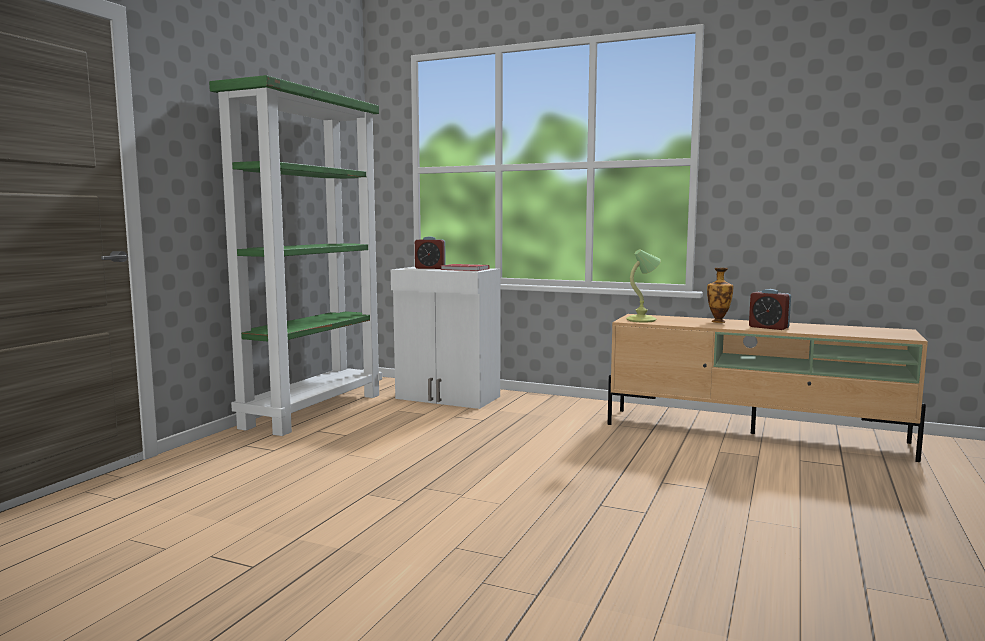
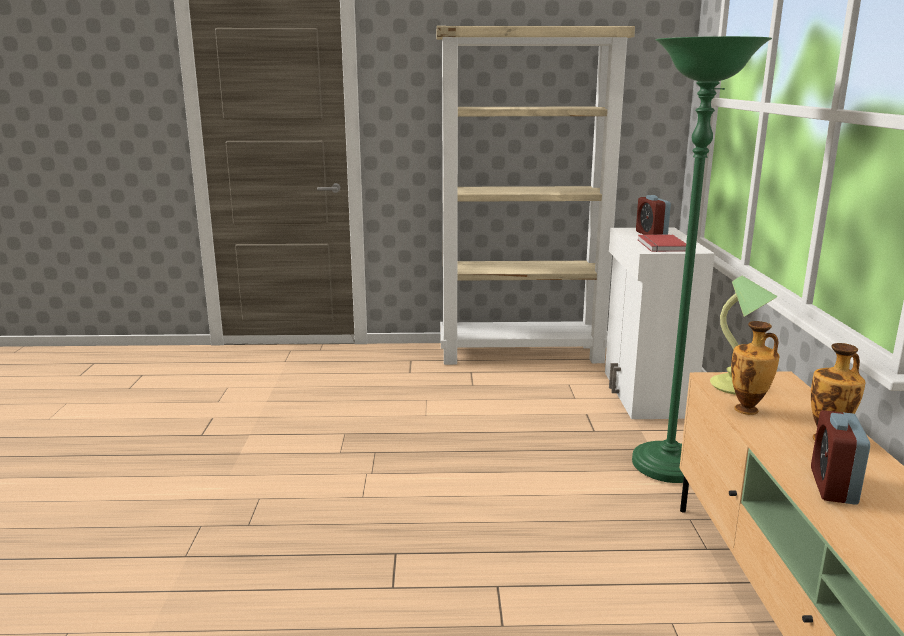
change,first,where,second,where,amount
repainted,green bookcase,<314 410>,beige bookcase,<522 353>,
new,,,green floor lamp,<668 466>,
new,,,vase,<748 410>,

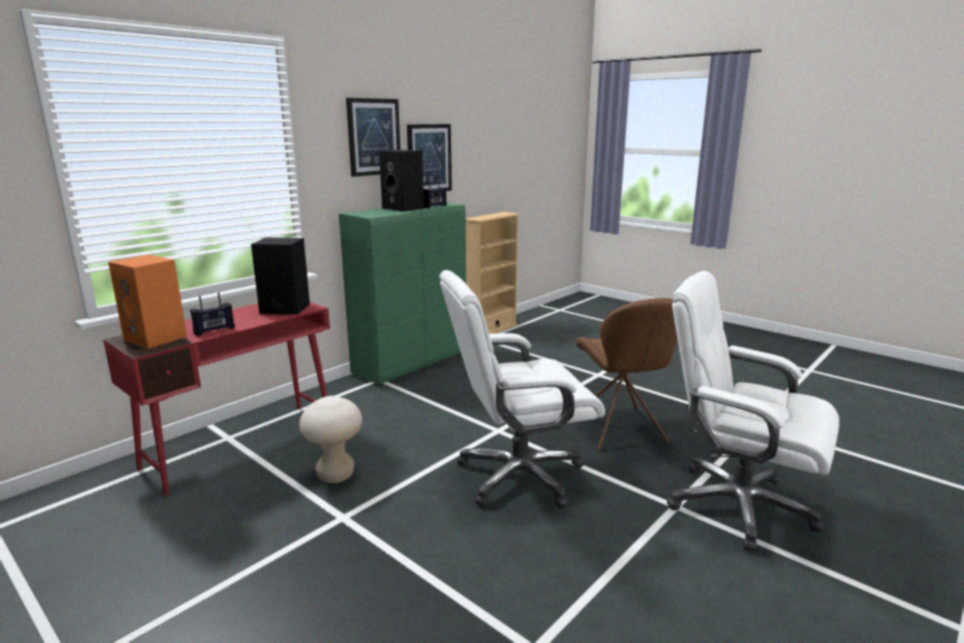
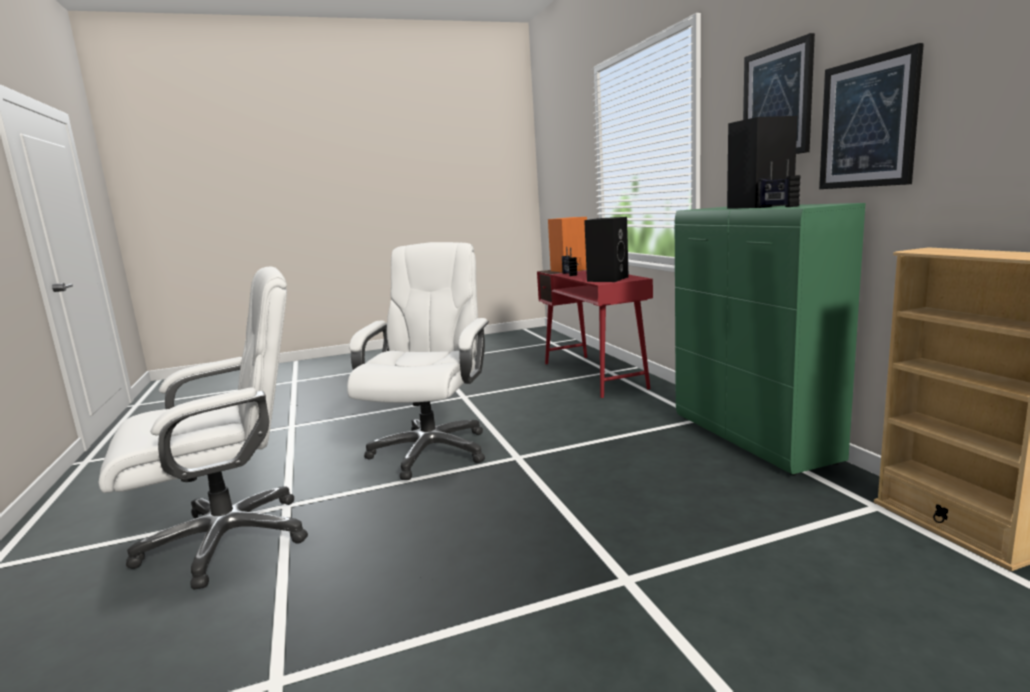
change,first,where,second,where,amount
gone,beige stool,<335 475>,,,
gone,brown chair,<620 431>,,,

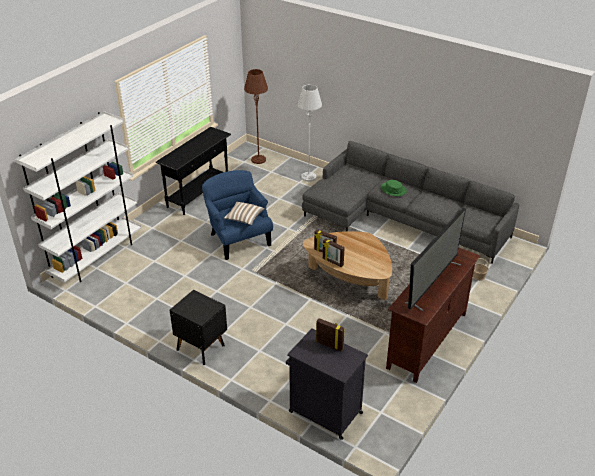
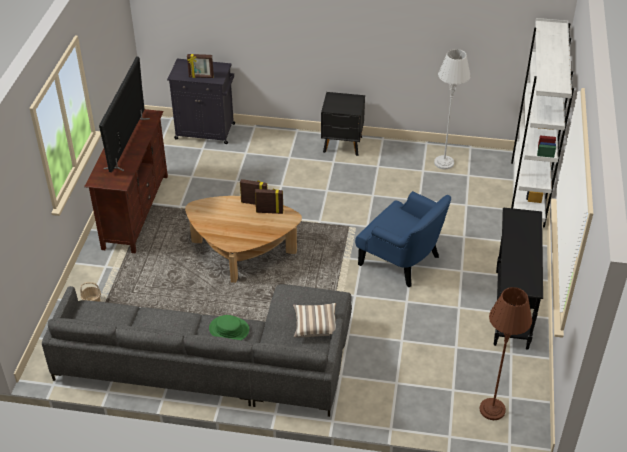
change,first,where,second,where,amount
shifted,pillow,<244 218>,,<315 326>,
shifted,grey floor lamp,<308 177>,,<444 163>,

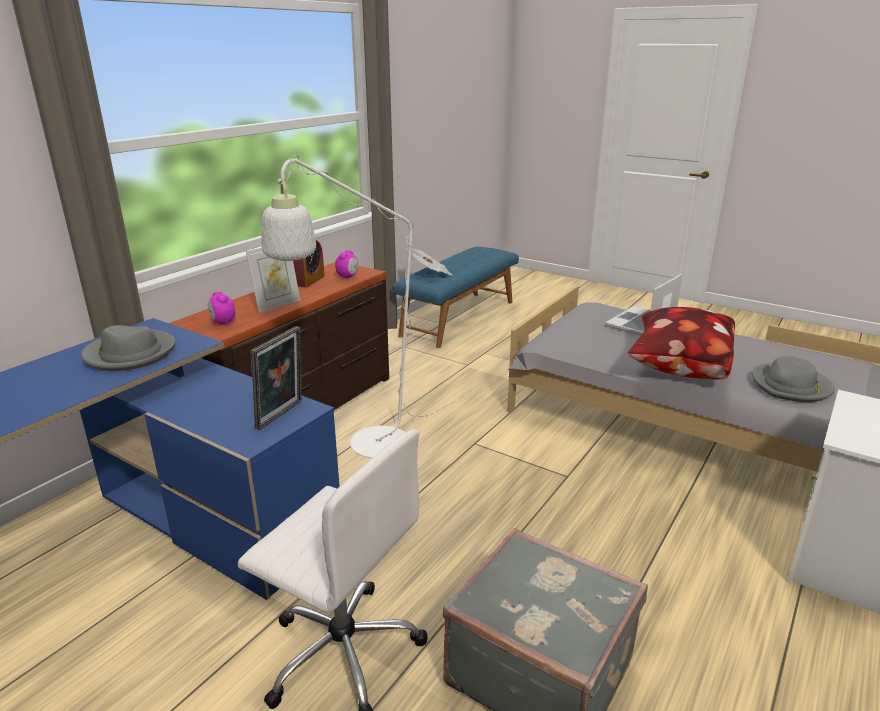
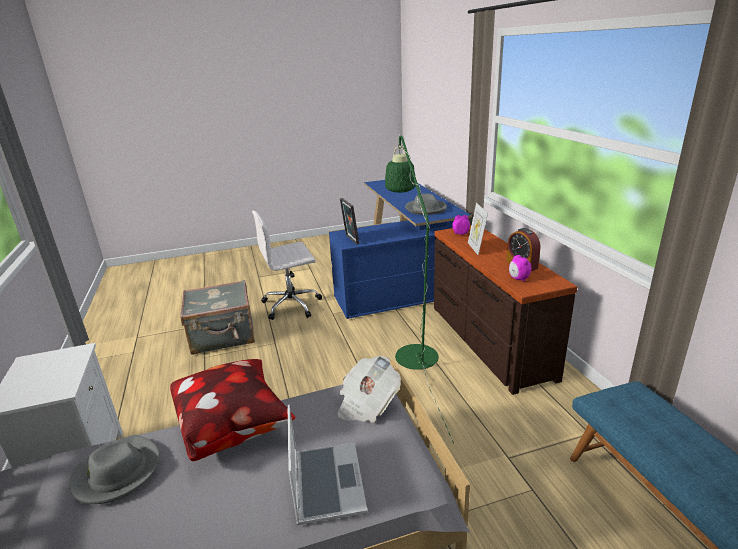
change,first,where,second,where,amount
repainted,white floor lamp,<368 448>,green floor lamp,<413 350>,
shifted,newspaper,<430 273>,,<367 403>,

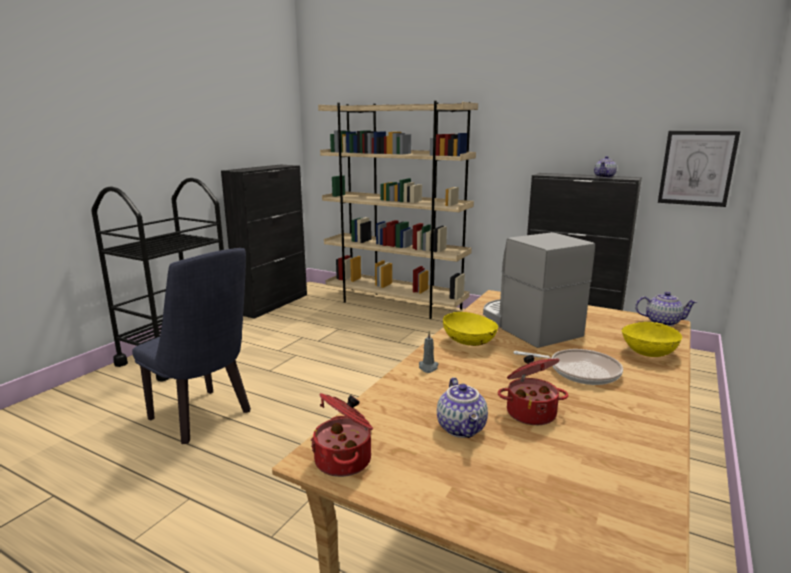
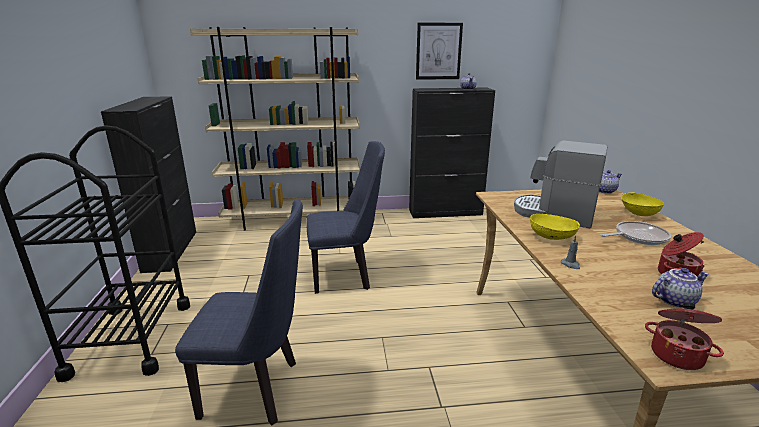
change,first,where,second,where,amount
rotated,teapot,<462 428>,,<674 300>,60 degrees counterclockwise
shifted,picture,<697 168>,,<438 51>,
new,,,blue chair,<346 276>,

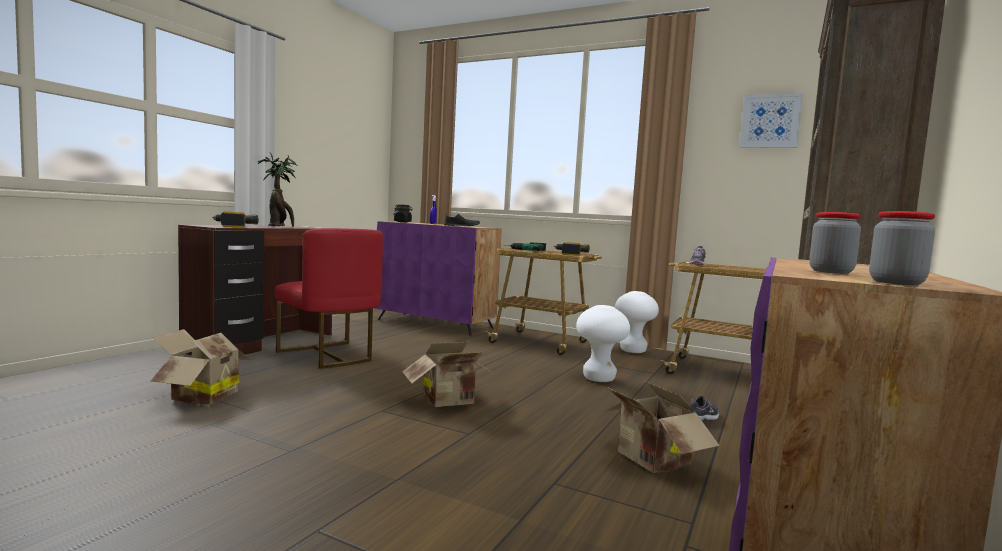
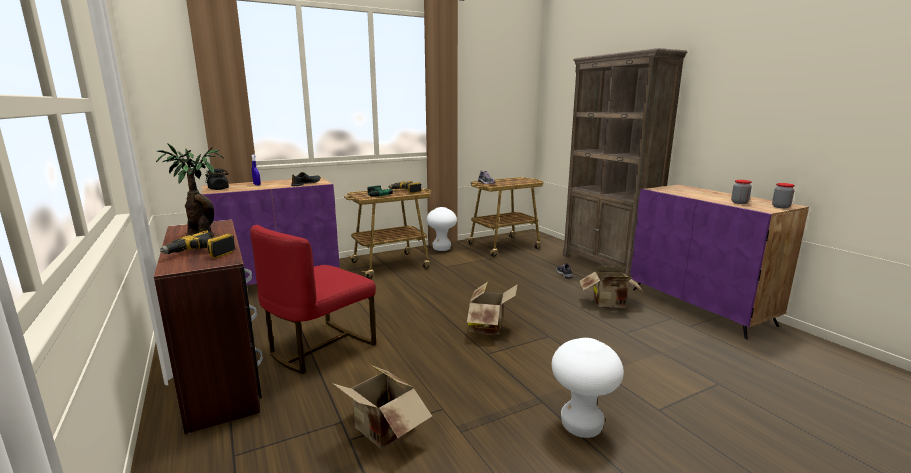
change,first,where,second,where,amount
rotated,red chair,<328 355>,,<319 347>,135 degrees clockwise
shifted,white stool,<599 379>,,<581 426>,
gone,picture,<770 121>,,,

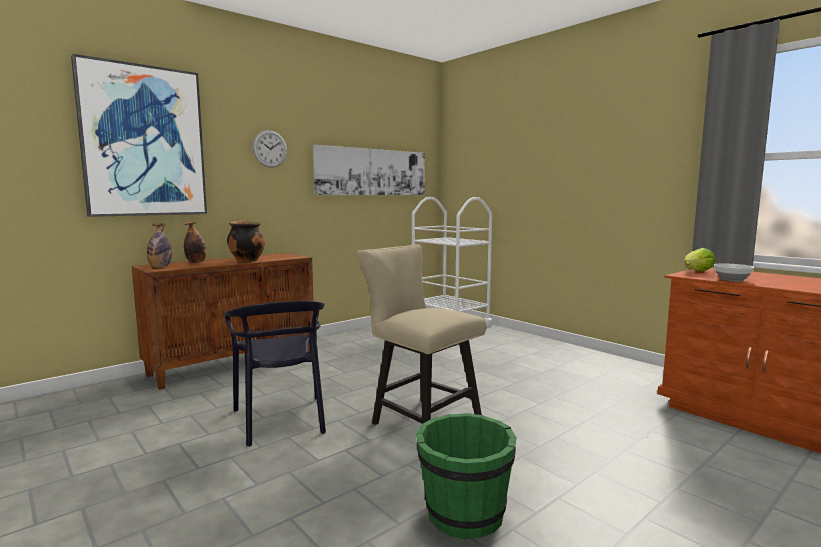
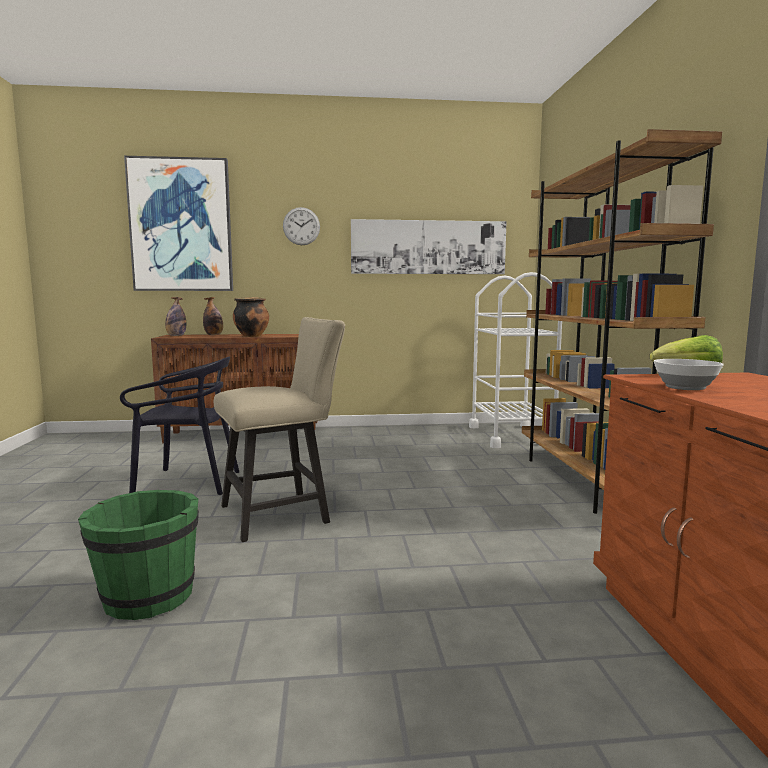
change,first,where,second,where,amount
rotated,black chair,<281 420>,,<187 483>,105 degrees counterclockwise
rotated,beige chair,<420 420>,,<283 513>,75 degrees clockwise
new,,,brown bookcase,<588 482>,

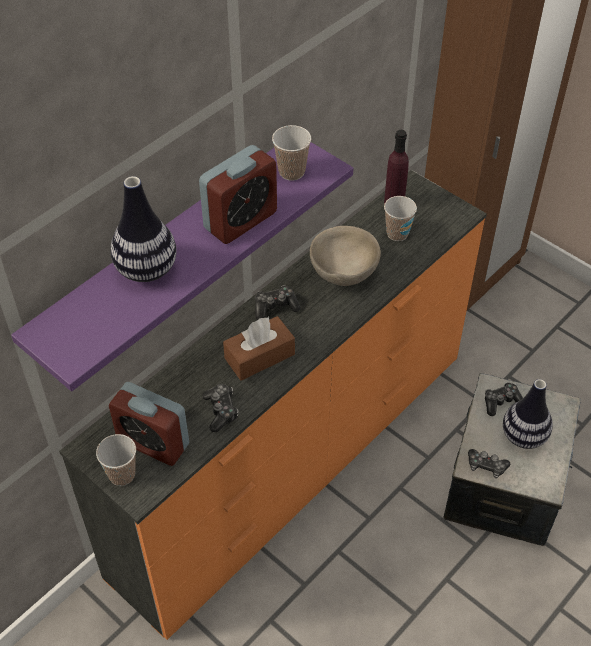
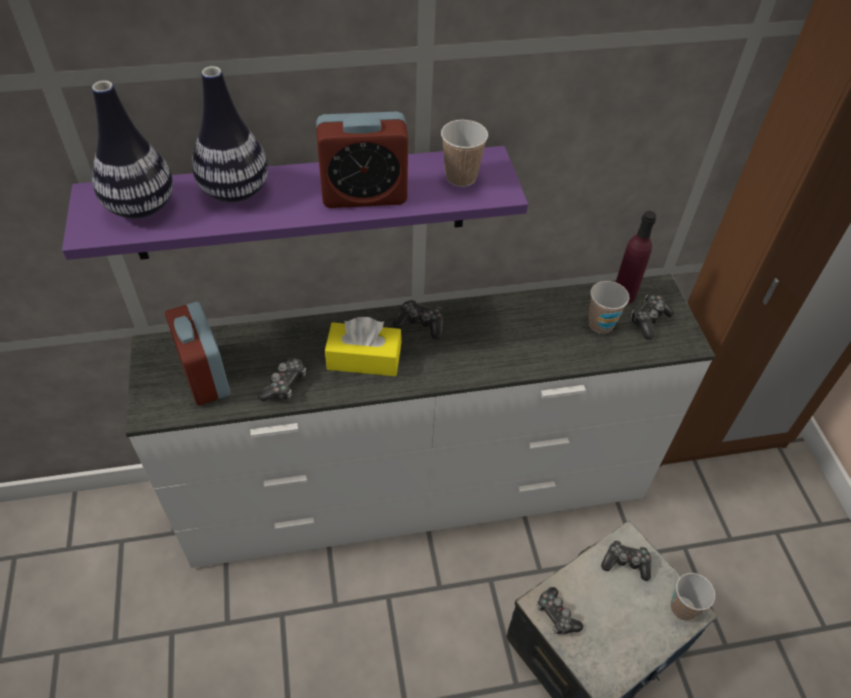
change,first,where,second,where,amount
repainted,orange dresser,<295 461>,white dresser,<419 493>,
shifted,cup,<122 475>,,<683 608>,
repainted,brown tissue box,<259 356>,yellow tissue box,<364 359>,
gone,beige bowl,<343 271>,,,
shifted,vase,<523 436>,,<141 207>,
new,,,game controller,<649 320>,

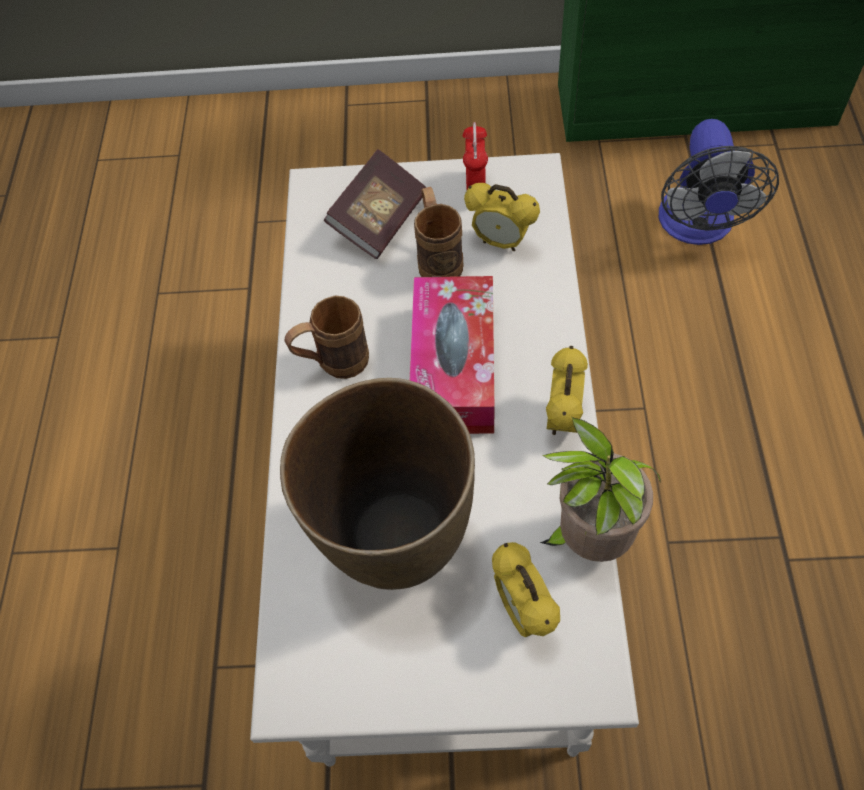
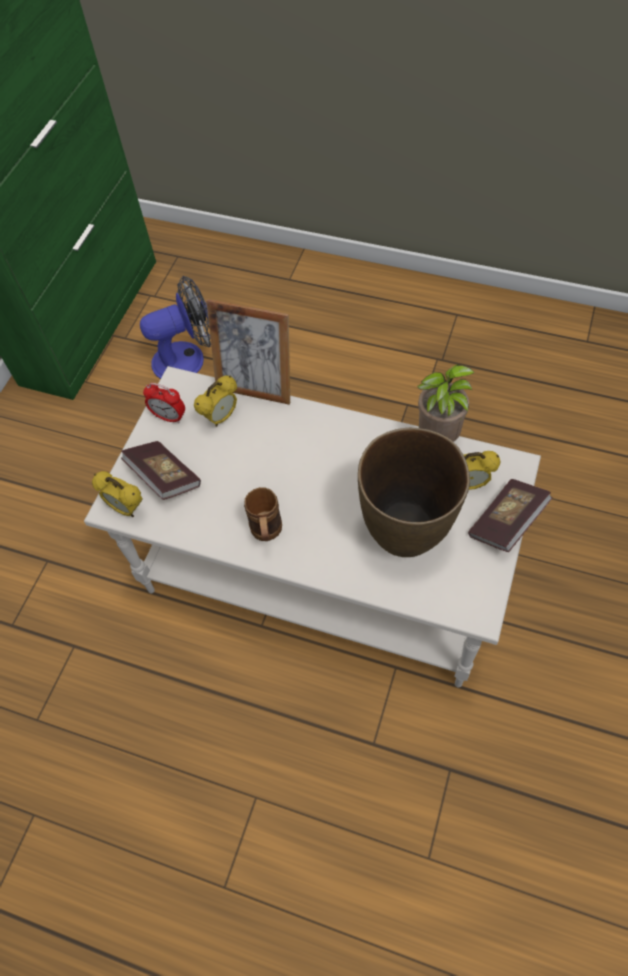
change,first,where,second,where,amount
gone,tissue box,<454 367>,,,
gone,brown mug,<438 259>,,,
shifted,alarm clock,<562 419>,,<126 508>,
rotated,fan,<697 227>,,<187 358>,45 degrees counterclockwise
new,,,picture frame,<256 388>,
new,,,book,<507 523>,

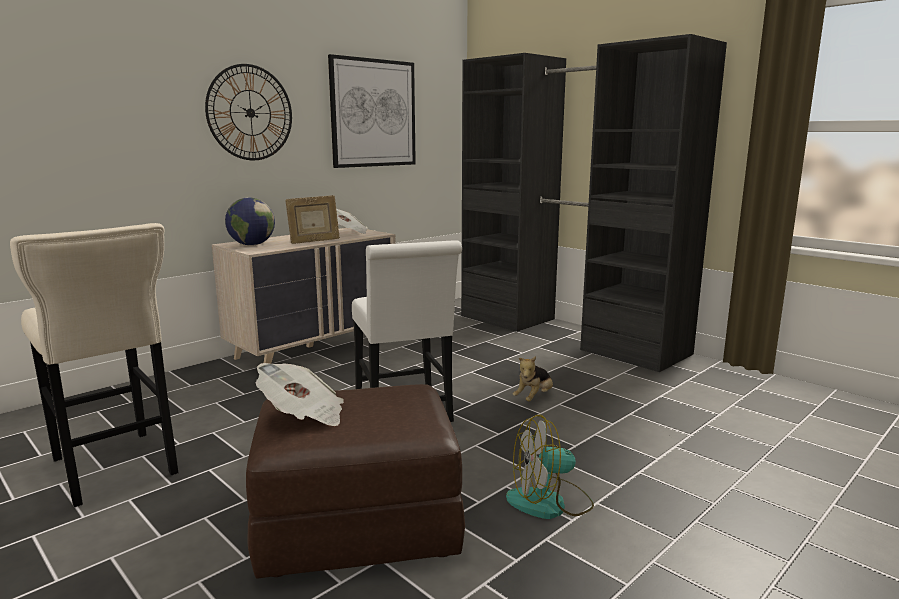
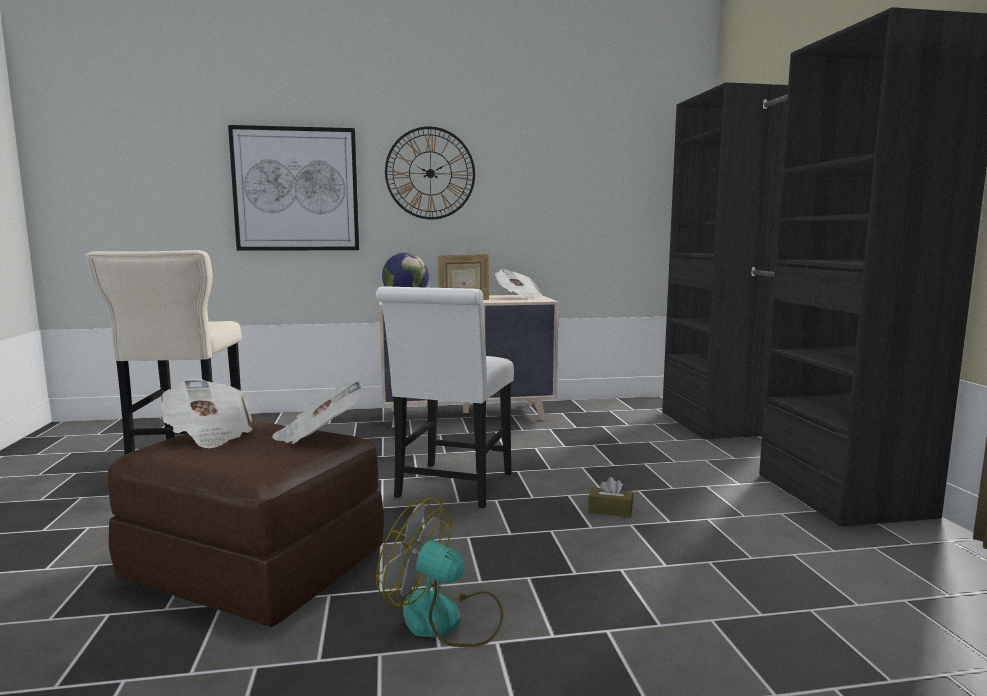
change,first,where,second,where,amount
shifted,picture,<373 113>,,<296 189>,
swapped,plush toy,<534 398>,brown tissue box,<610 510>,
new,,,newspaper,<319 435>,

